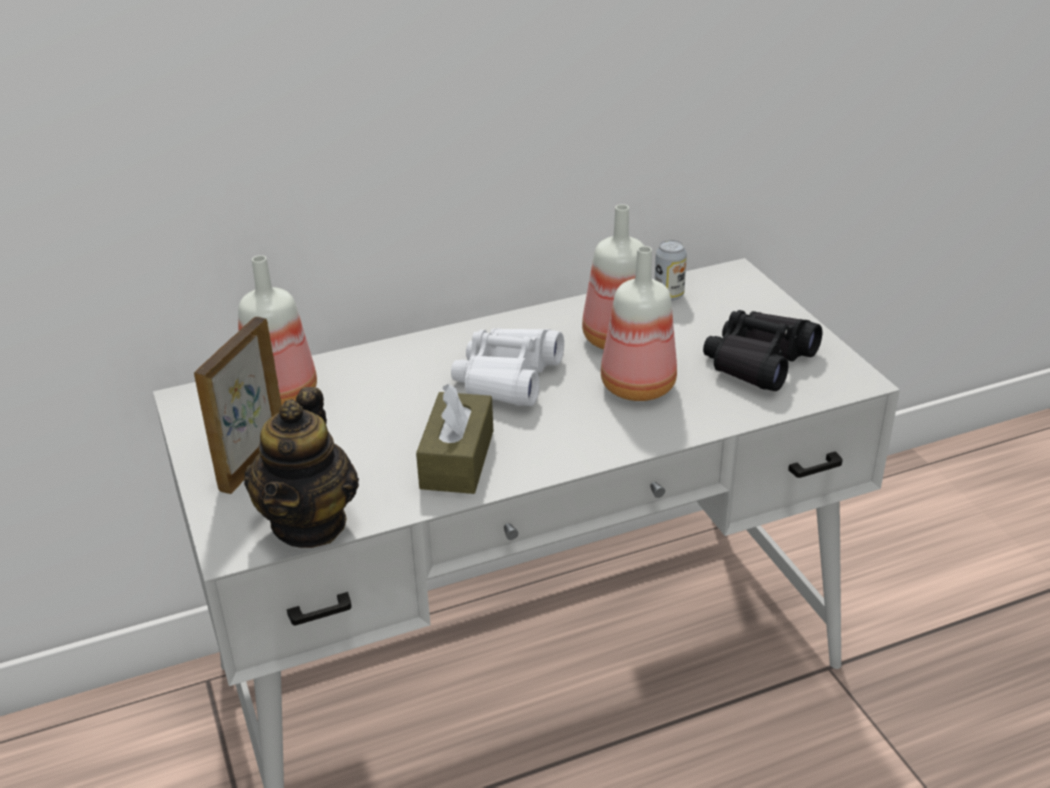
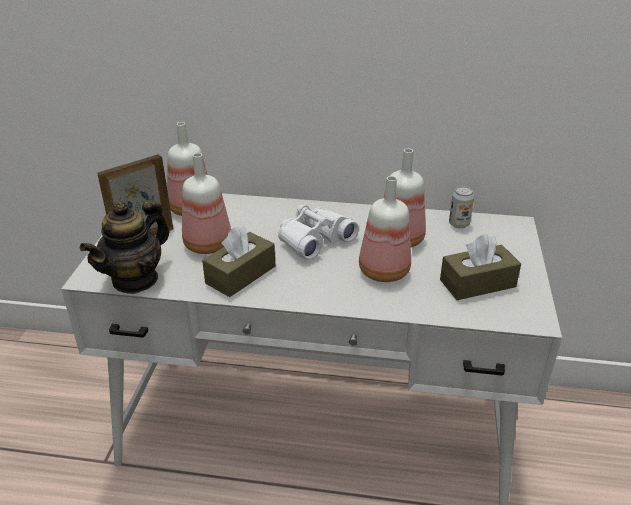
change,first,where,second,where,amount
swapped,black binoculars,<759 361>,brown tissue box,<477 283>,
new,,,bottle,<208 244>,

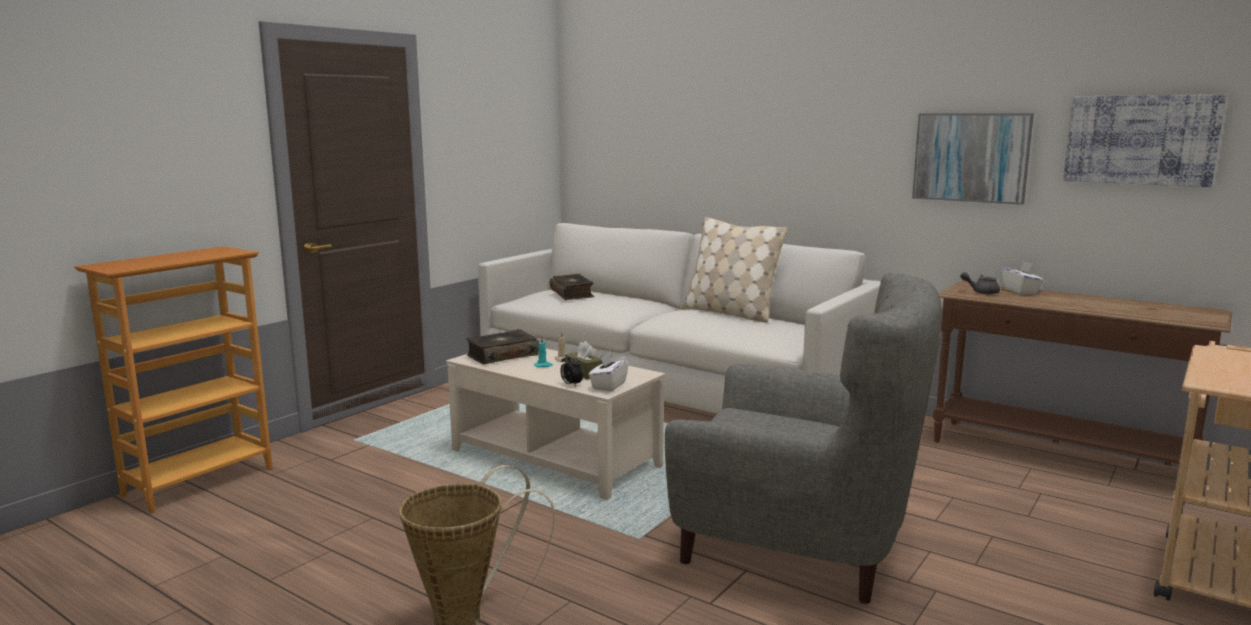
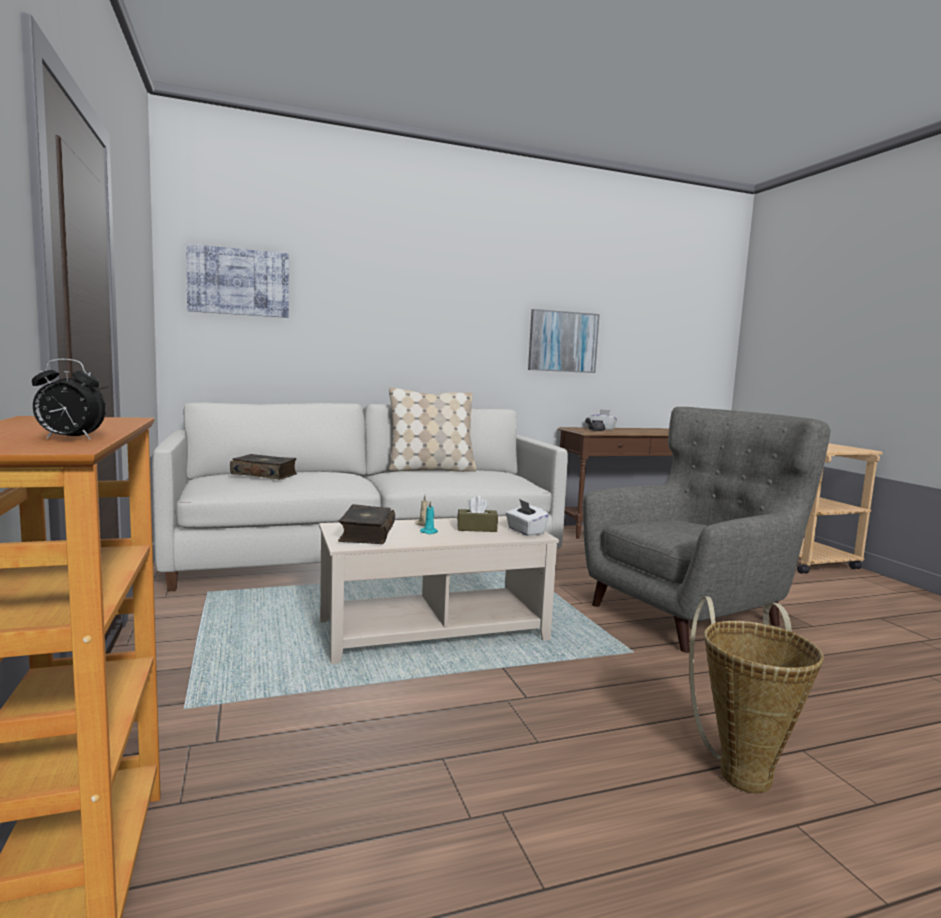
change,first,where,second,where,amount
shifted,alarm clock,<571 384>,,<69 439>,
shifted,picture,<1140 140>,,<239 282>,

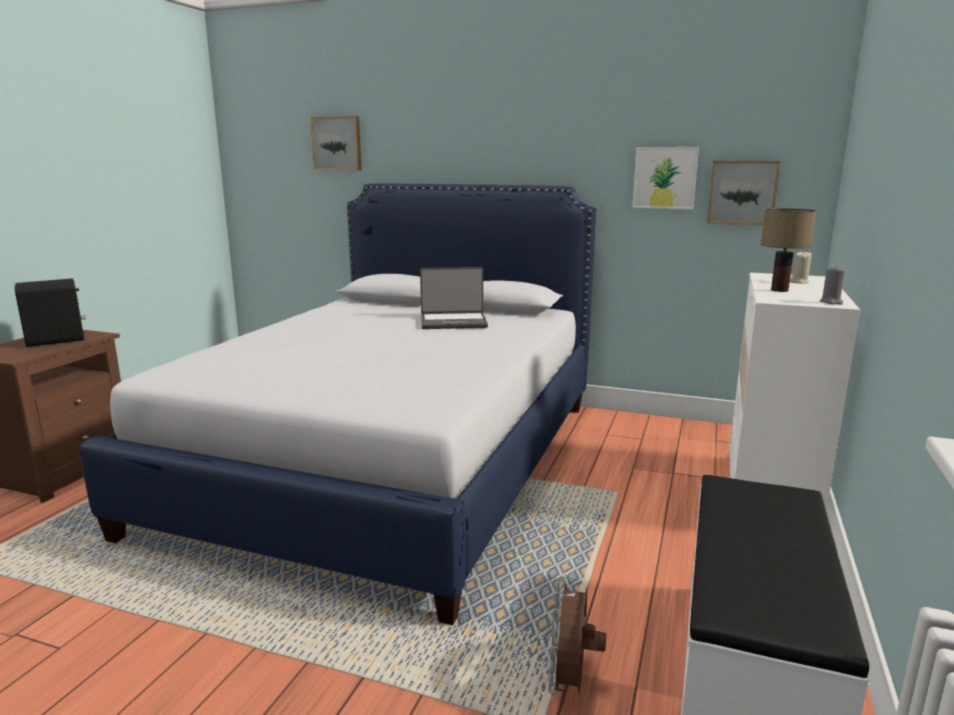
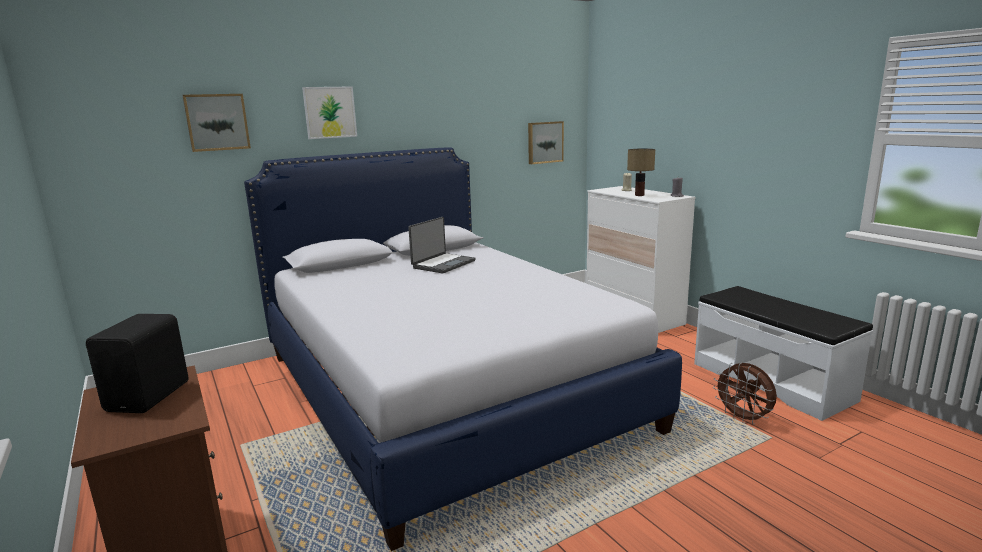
change,first,where,second,where,amount
shifted,picture,<665 178>,,<330 112>,

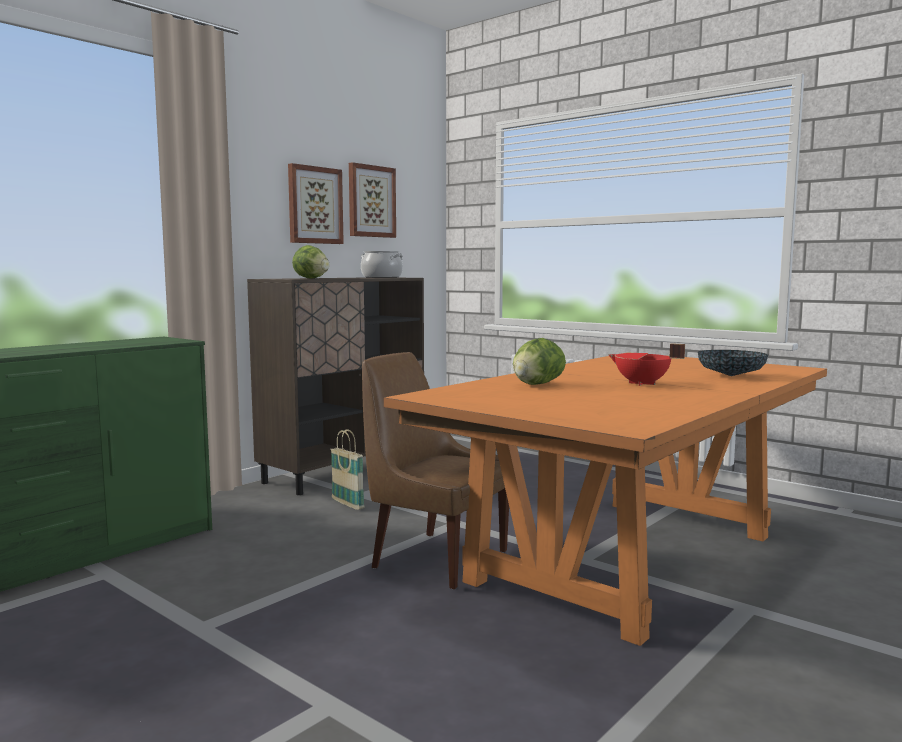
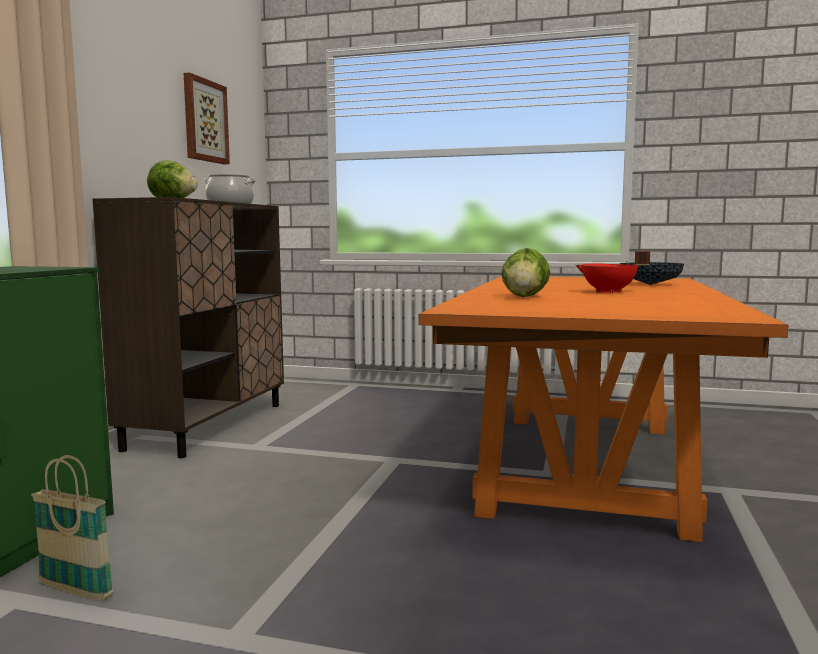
change,first,where,second,where,amount
gone,picture,<314 205>,,,
shifted,basket,<347 504>,,<75 591>,
gone,brown chair,<435 558>,,,

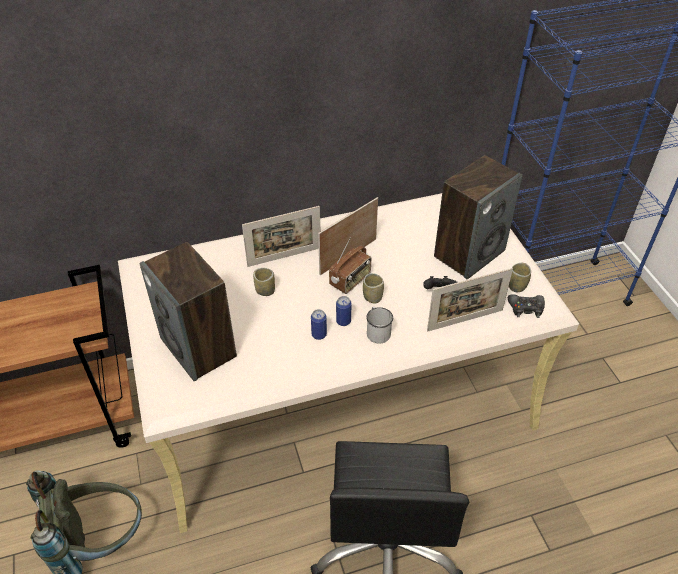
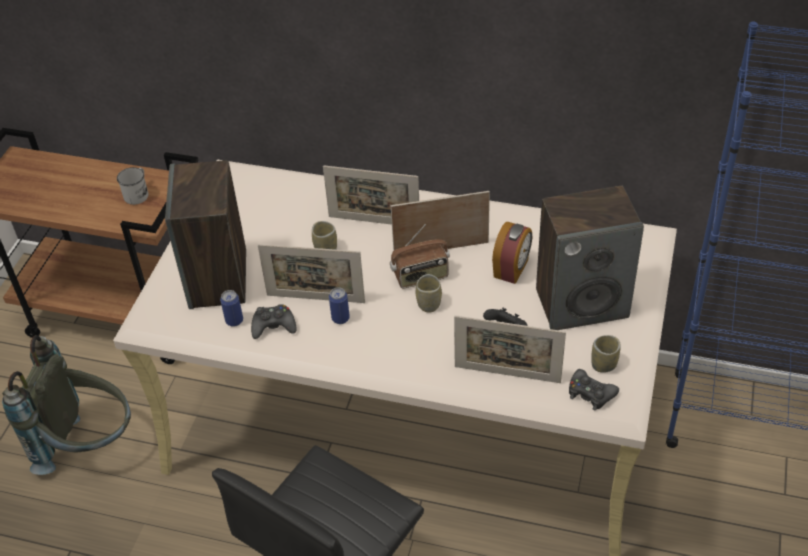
change,first,where,second,where,amount
shifted,can,<343 321>,,<234 321>,
shifted,white mug,<377 331>,,<138 193>,
new,,,black game controller,<273 326>,
new,,,picture frame,<315 298>,
new,,,alarm clock,<512 269>,

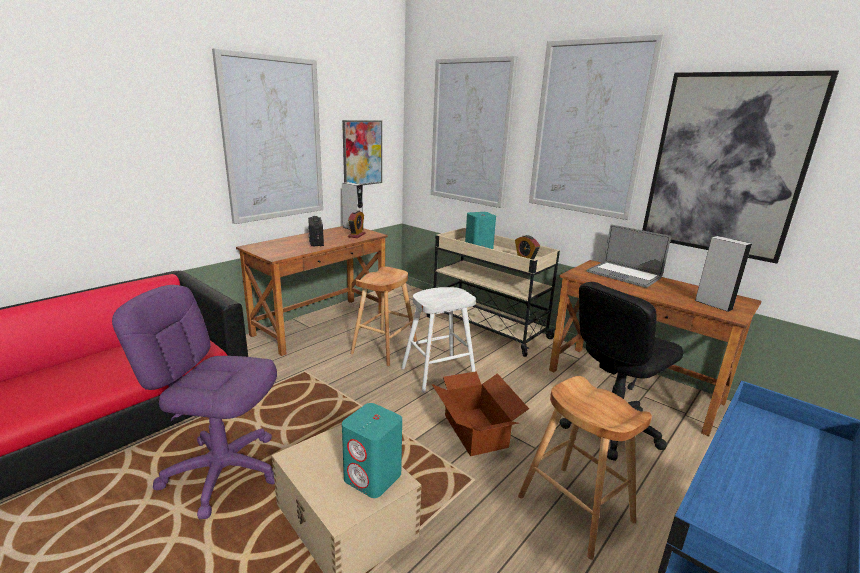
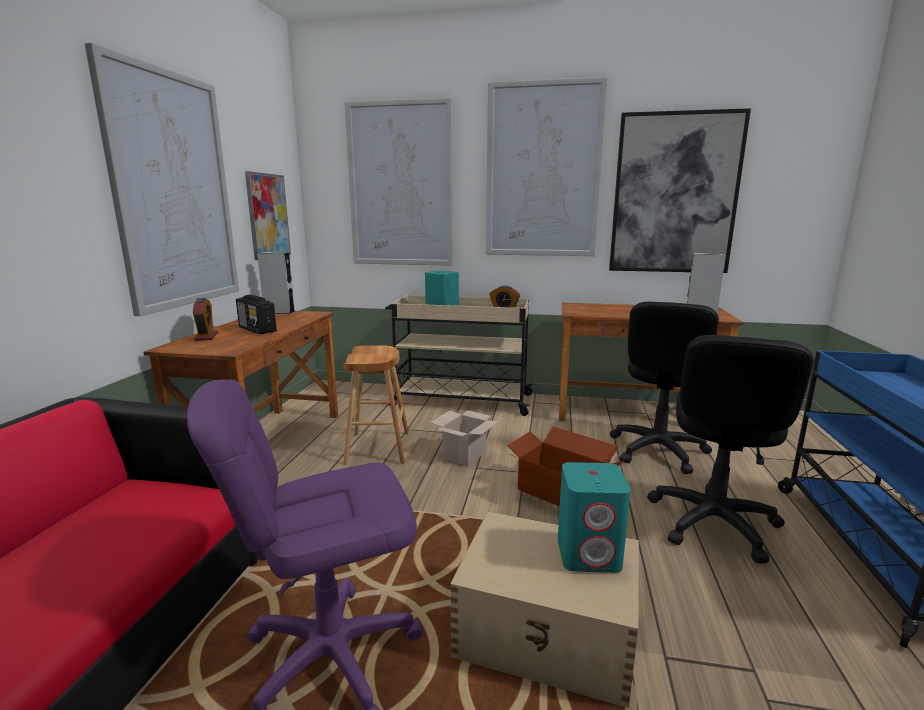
change,first,where,second,where,amount
shifted,alarm clock,<356 235>,,<206 336>,
swapped,white stool,<438 373>,cardboard box,<464 454>,
swapped,brown stool,<575 509>,black office chair,<712 522>,
gone,laptop,<623 274>,,,

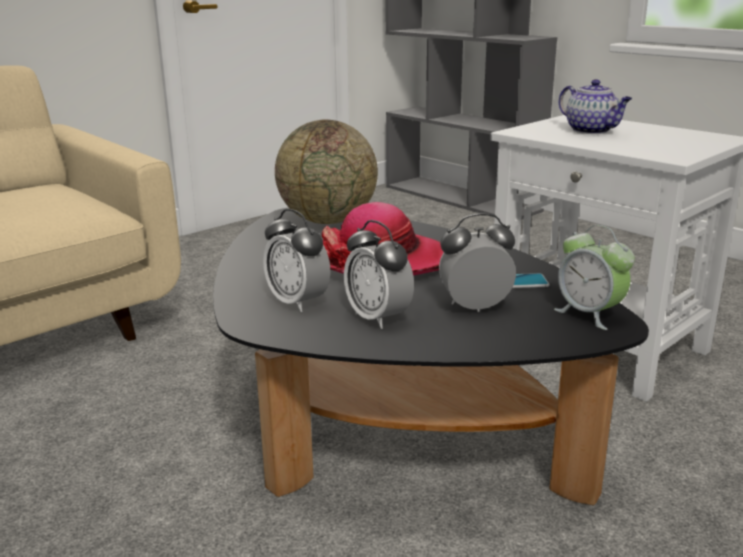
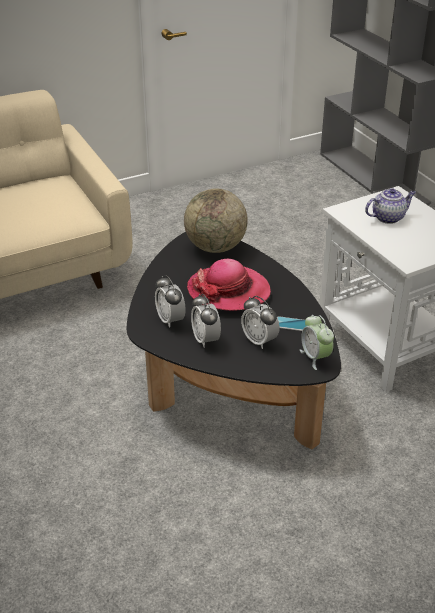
change,first,where,second,where,amount
rotated,alarm clock,<475 307>,,<259 340>,135 degrees counterclockwise
rotated,teapot,<592 131>,,<388 217>,90 degrees counterclockwise

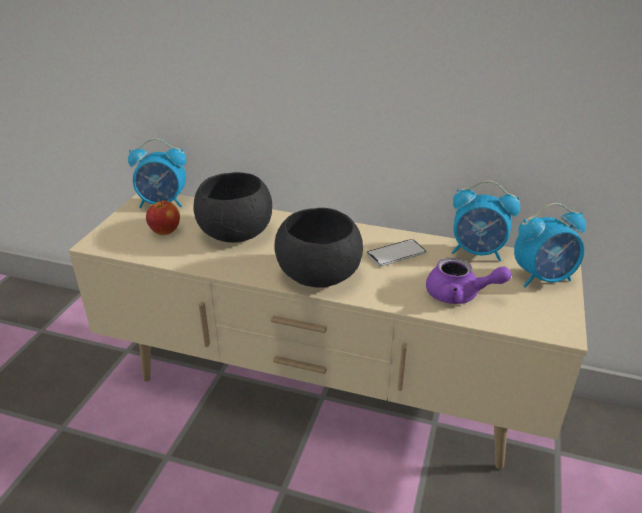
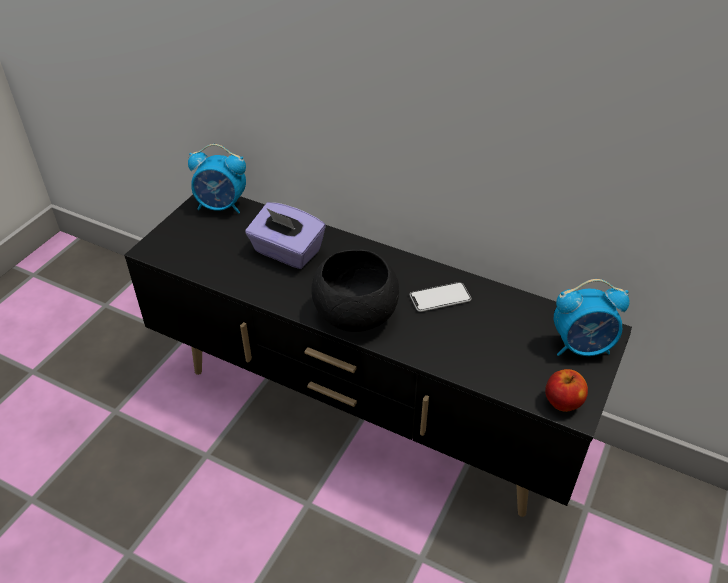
change,first,where,second,where,amount
repainted,beige tv stand,<322 393>,black tv stand,<365 411>,
shifted,apple,<165 231>,,<562 402>,
swapped,black bowl,<236 233>,purple tissue box,<287 252>,
gone,purple teapot,<459 295>,,,
gone,alarm clock,<477 252>,,,

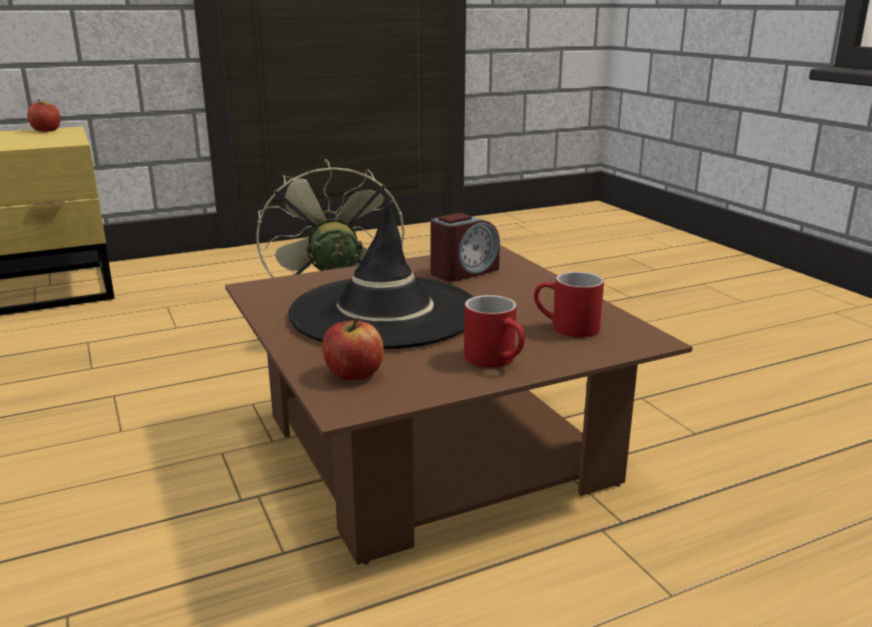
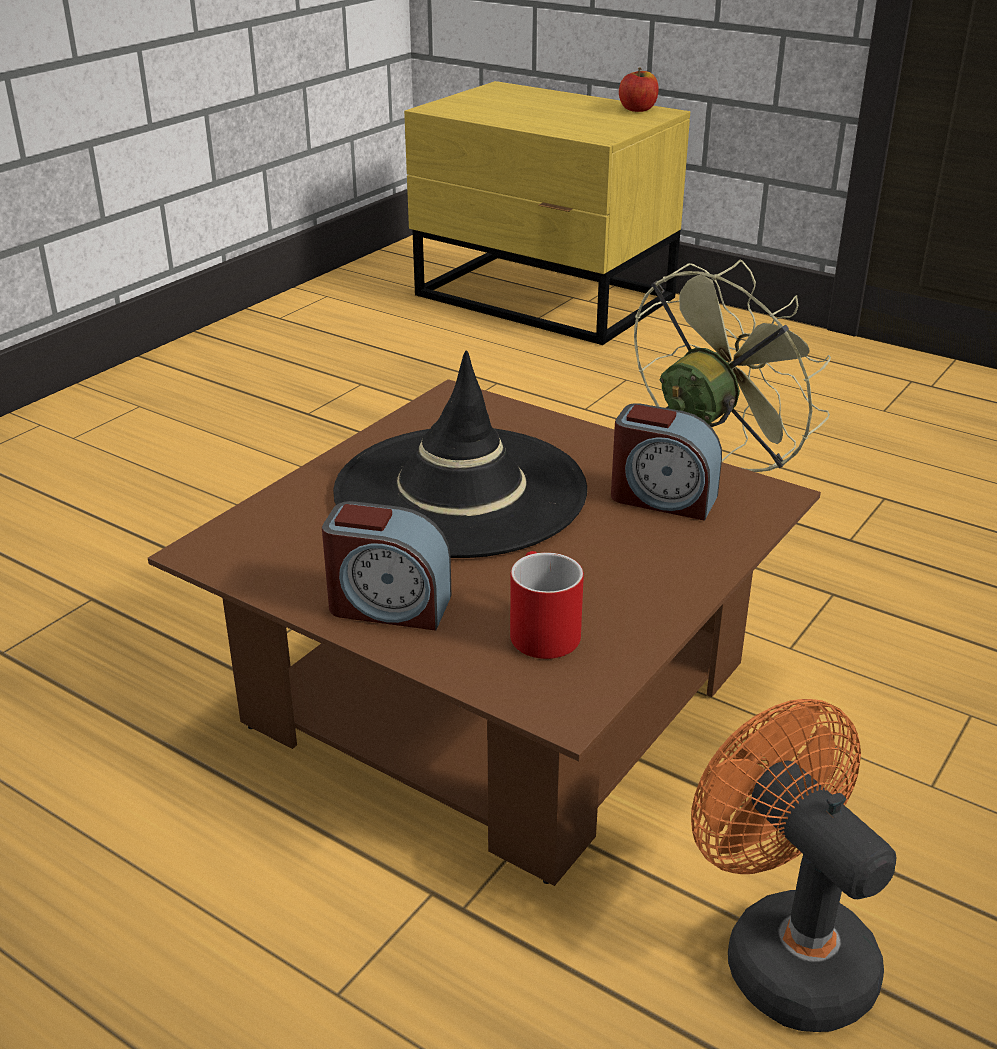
change,first,where,second,where,amount
gone,apple,<353 374>,,,
swapped,red mug,<497 360>,alarm clock,<388 605>,
new,,,orange fan,<782 951>,

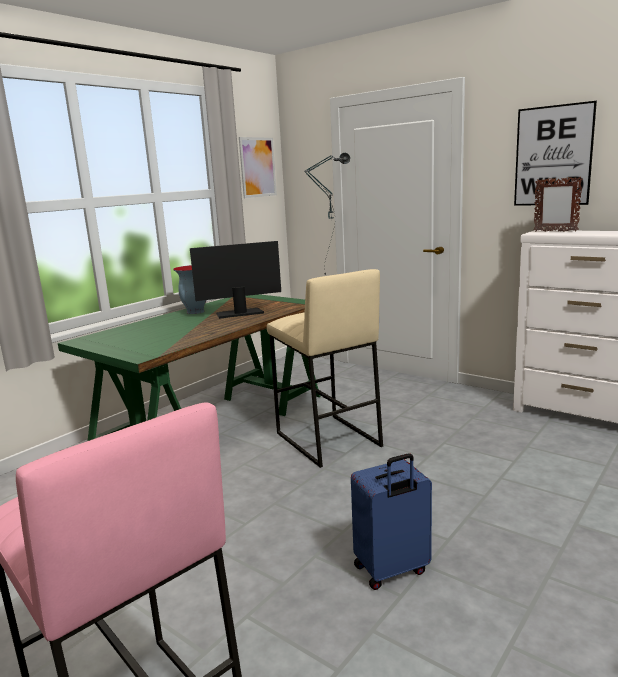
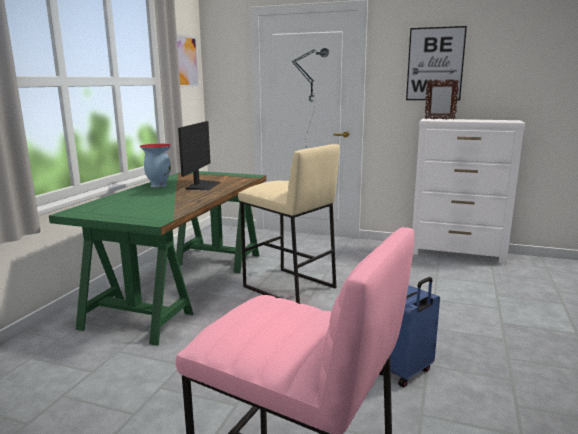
change,first,where,second,where,amount
rotated,monitor,<239 313>,,<203 185>,135 degrees clockwise

